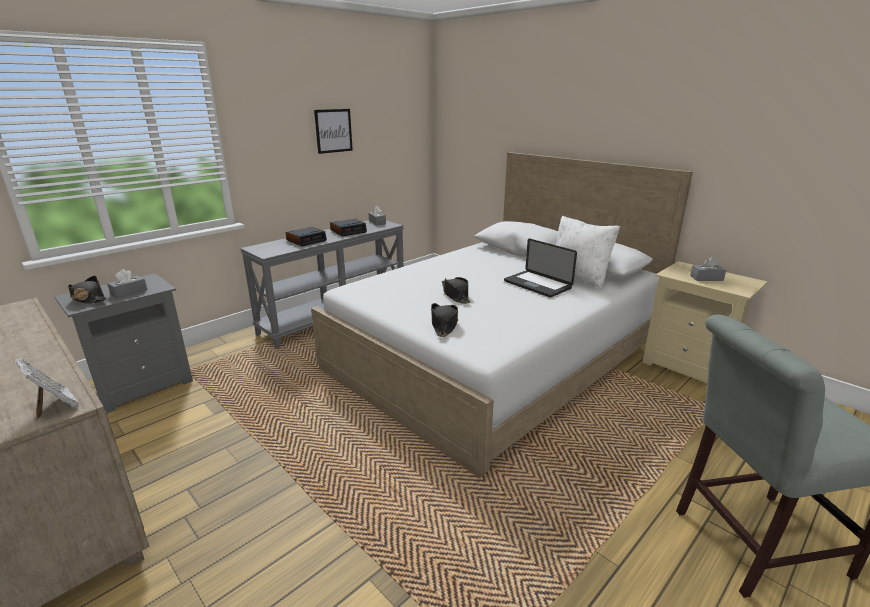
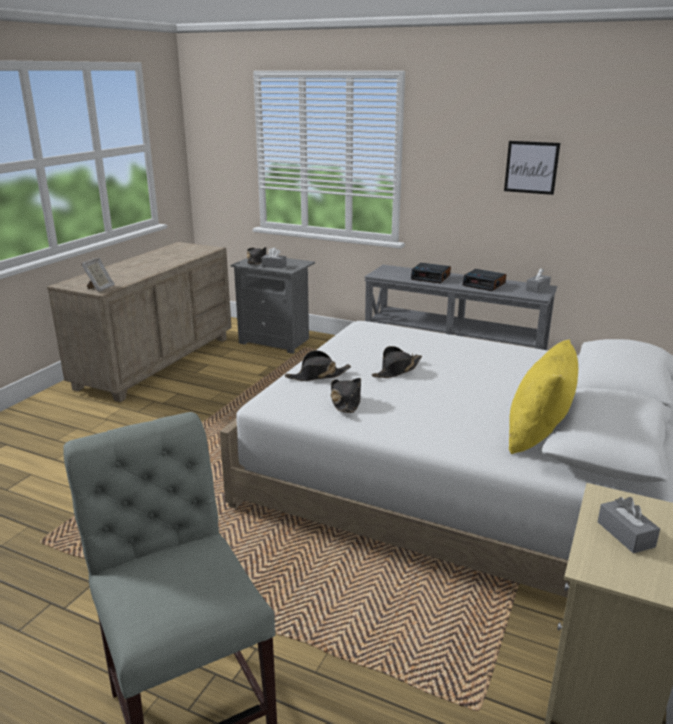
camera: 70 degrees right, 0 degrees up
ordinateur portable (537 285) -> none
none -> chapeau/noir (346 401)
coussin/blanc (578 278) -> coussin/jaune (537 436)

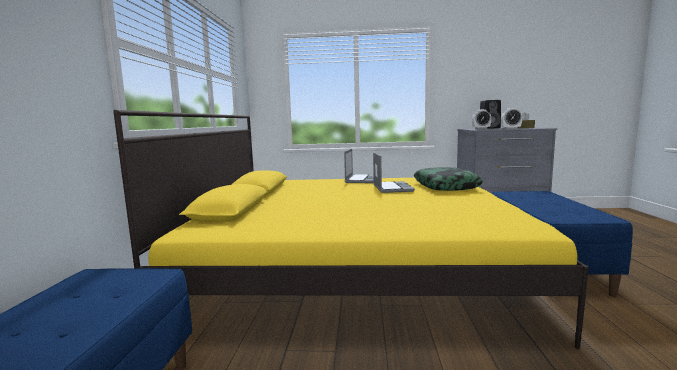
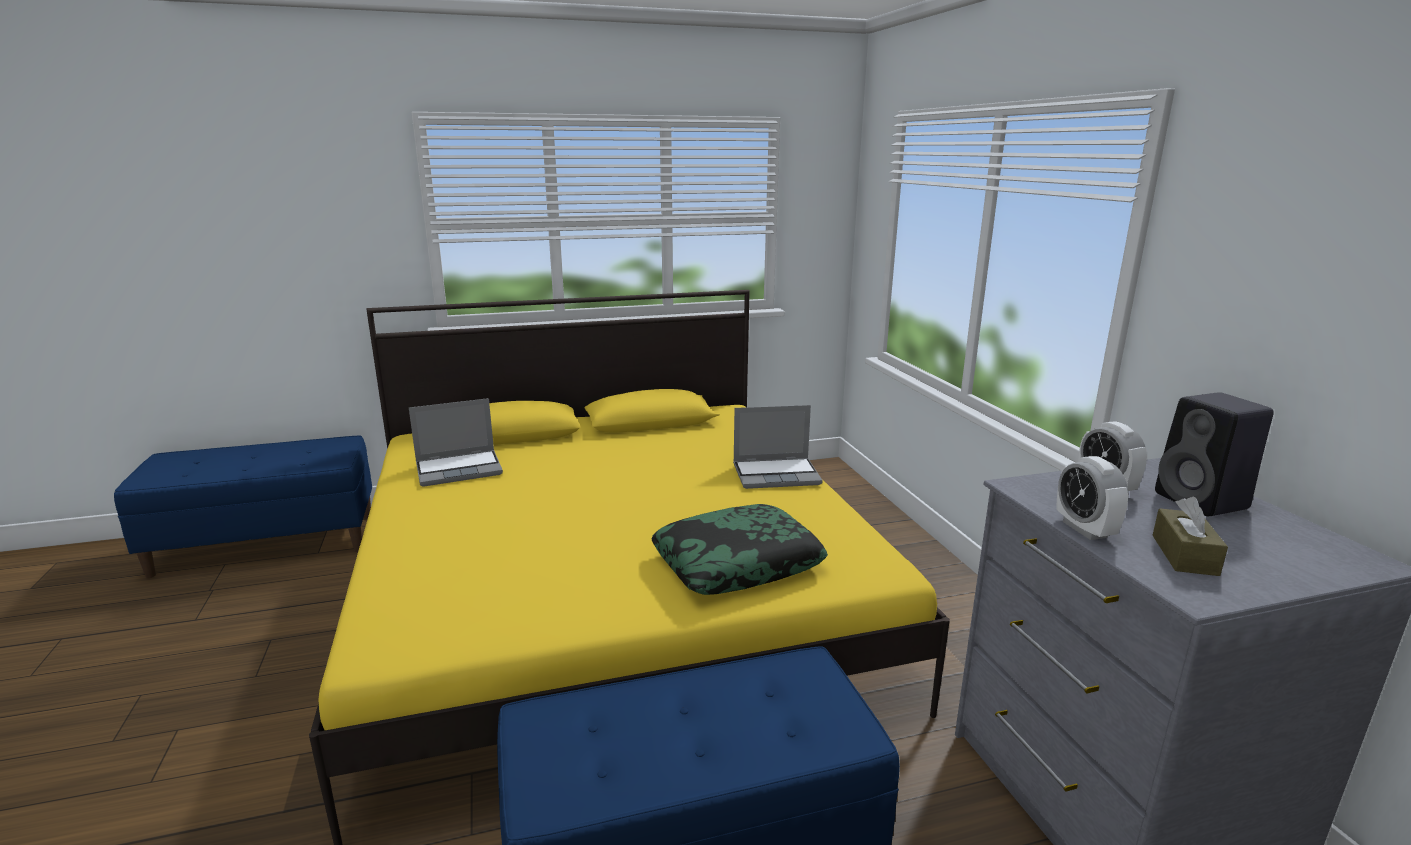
camera: 70 degrees right, 10 degrees up
ordinateur portable (391 188) -> ordinateur portable (460 469), relocated

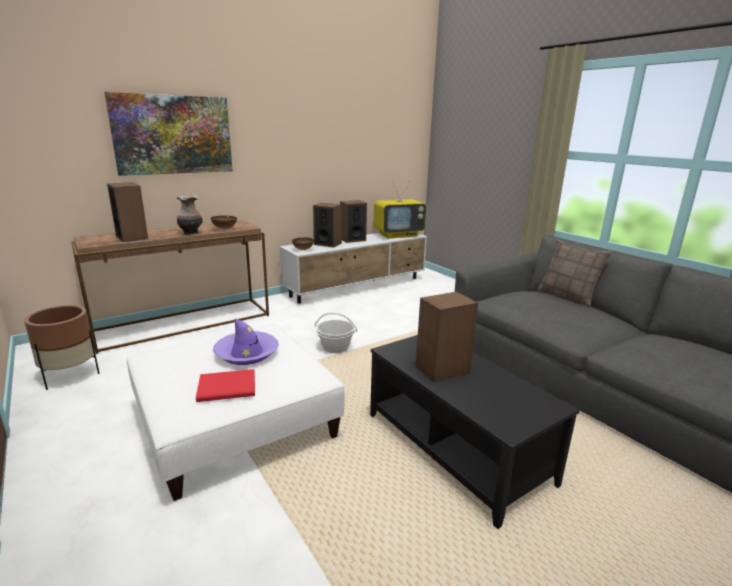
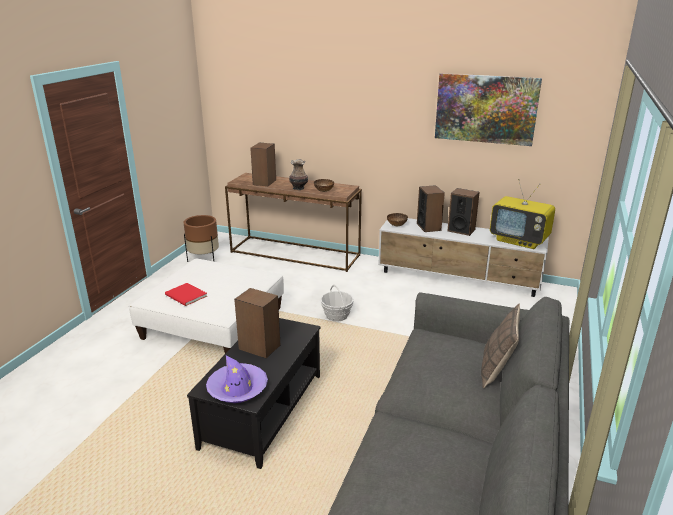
camera: 55 degrees right, 5 degrees up
tableau (173 135) -> tableau (486 109), relocated
chapeau/violet (246 353) -> chapeau/violet (237 388), relocated

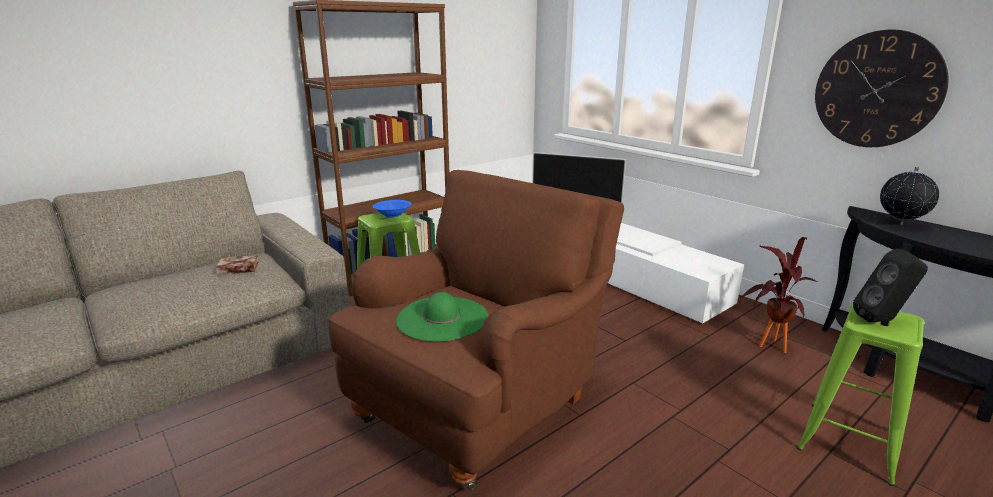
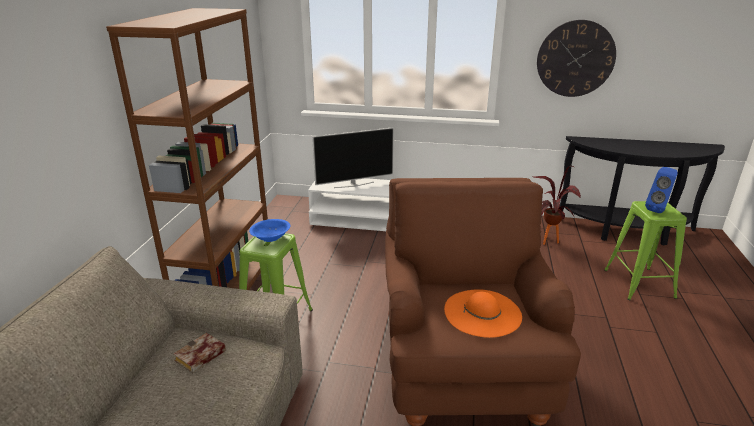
camera: 40 degrees left, 5 degrees up
globe (900 224) -> none
chapeau/vert (442 318) -> chapeau/orange (482 312)
enceinte/noir (882 320) -> enceinte/bleu (658 209)

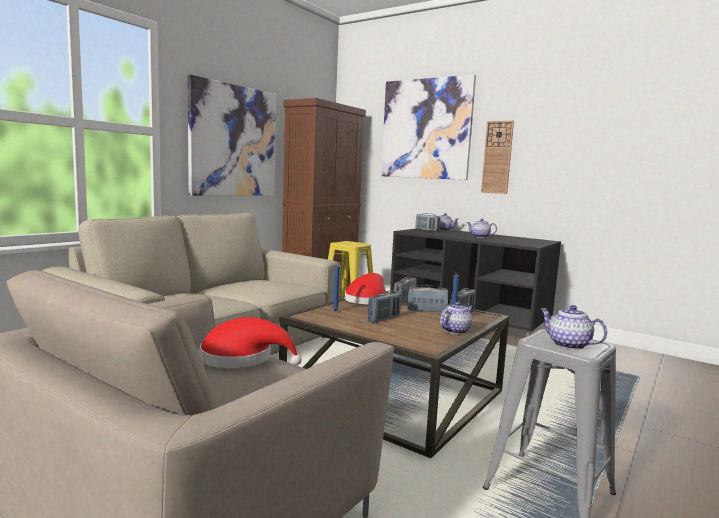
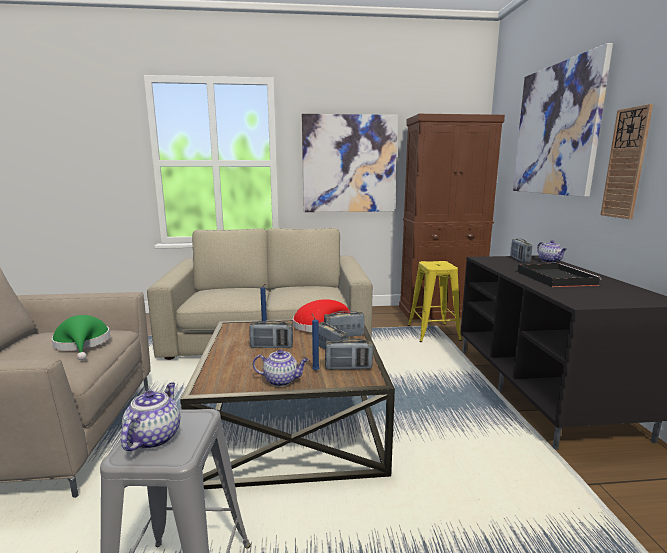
camera: 50 degrees right, 5 degrees up
théière (479 237) -> plateau/noir (554 278)
chapeau/rouge (242 358) -> chapeau/vert (83 344)

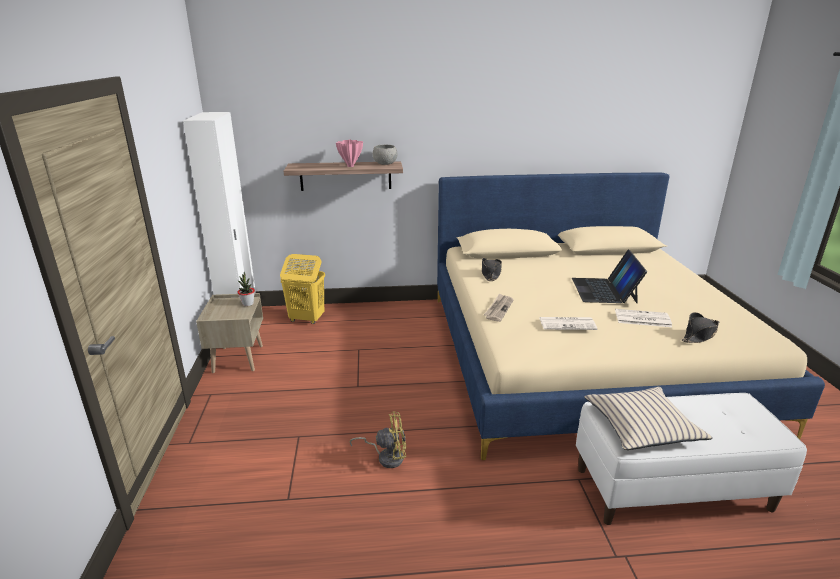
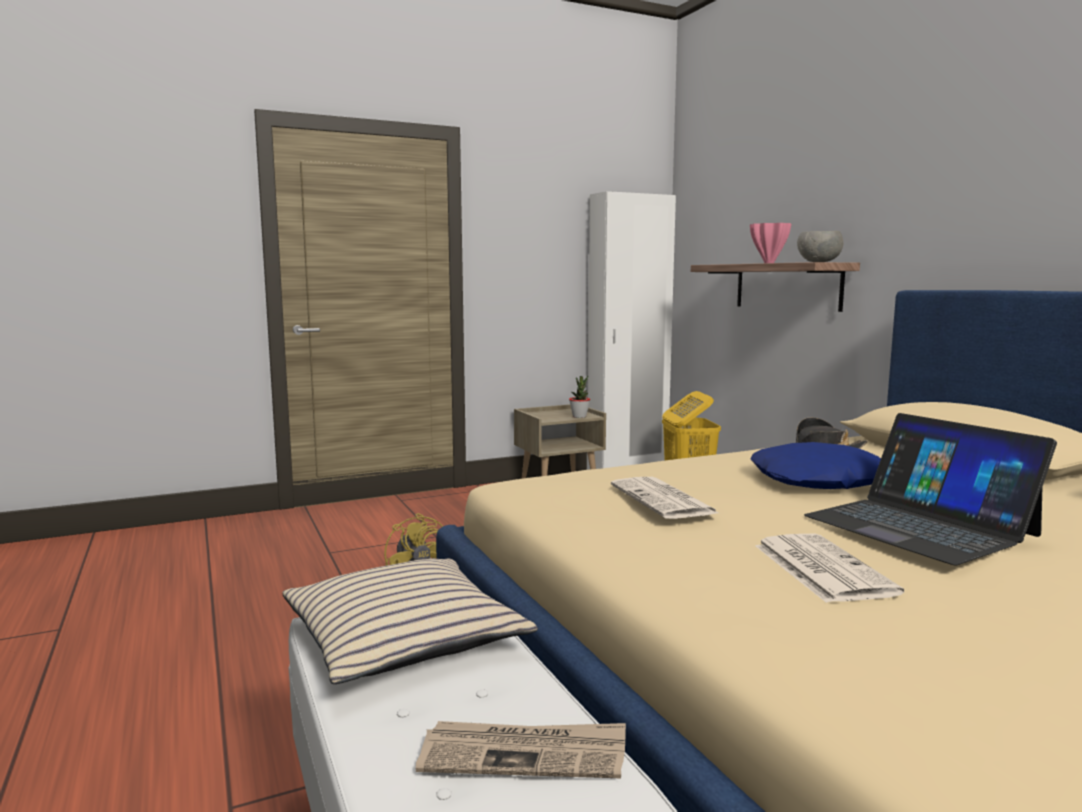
camera: 70 degrees right, 15 degrees down
chapeau/noir (699 335) -> none
none -> coussin/bleu (819 481)
journal (498 309) -> journal (524 754), relocated
ordinateur portable (604 290) -> ordinateur portable (919 525), 105 degrees counterclockwise

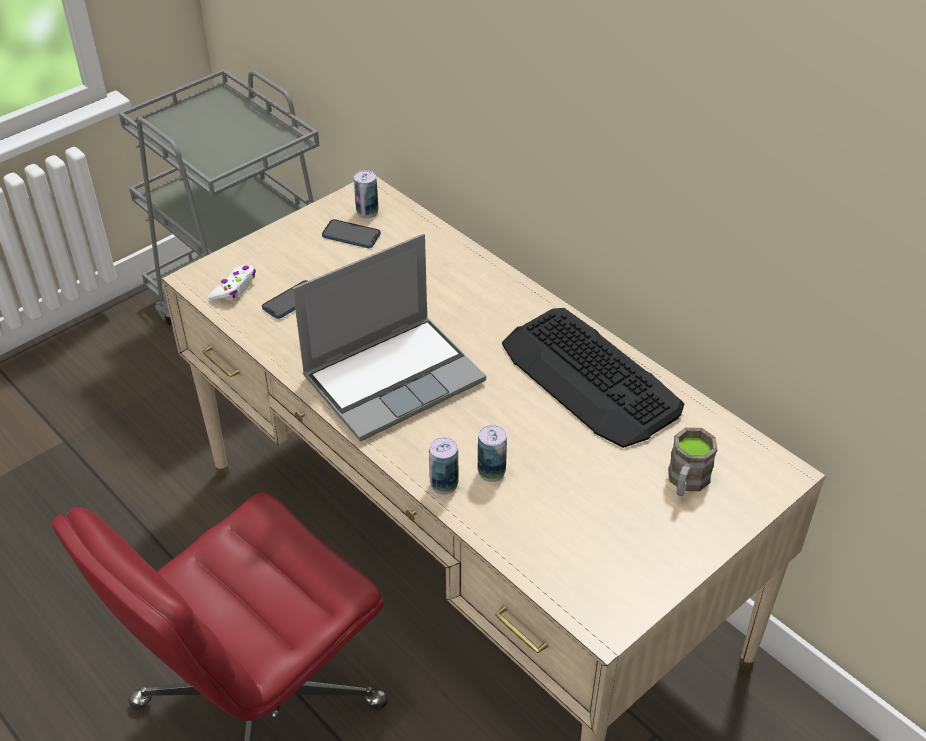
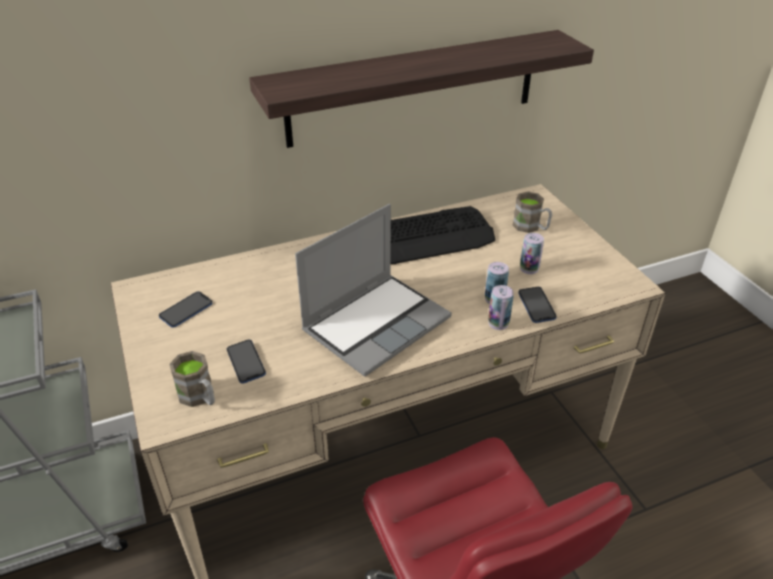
camera: 70 degrees left, 5 degrees down
none -> étagère (413 88)
none -> téléphone (536 305)
boîte métallique (367 212) -> boîte métallique (529 268), relocated
manette/blanc (234 288) -> mug/marron (200 397)
ordinateur portable (394 377) -> ordinateur portable (376 323), 60 degrees clockwise

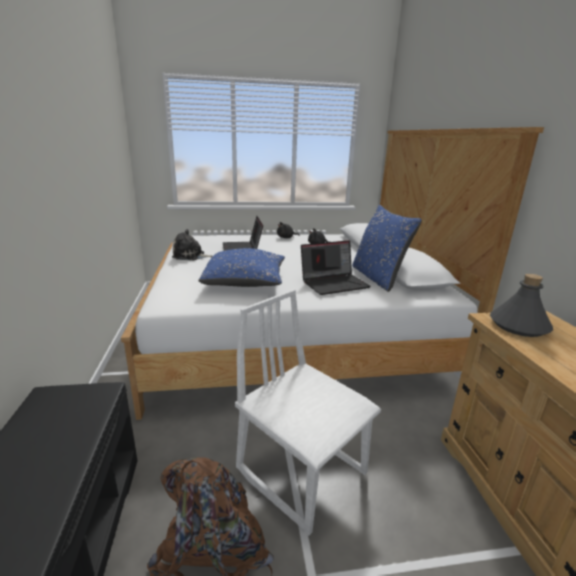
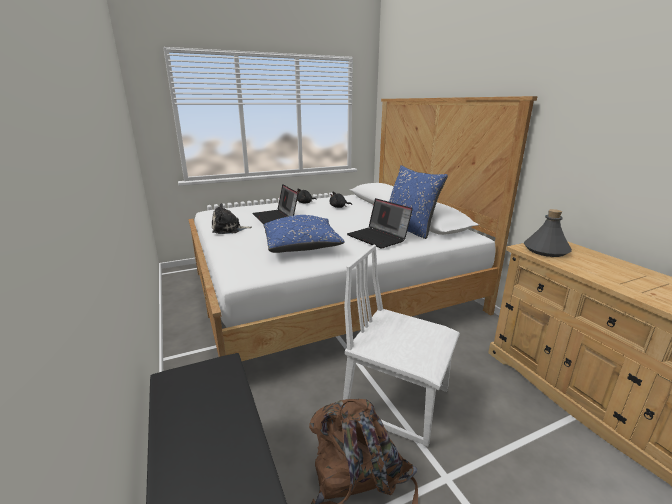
camera: 15 degrees left, 0 degrees up
ordinateur portable (334 283) -> ordinateur portable (378 237), 90 degrees clockwise

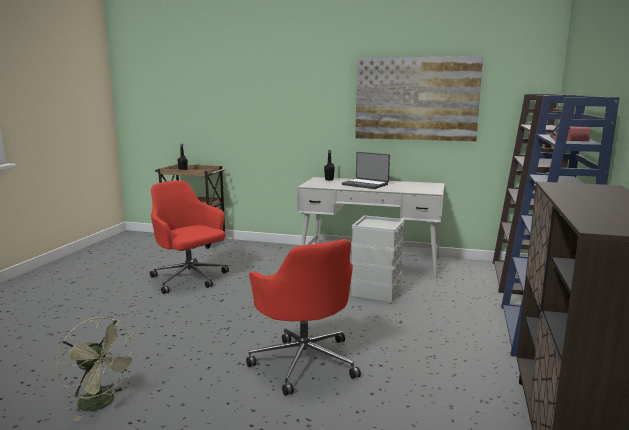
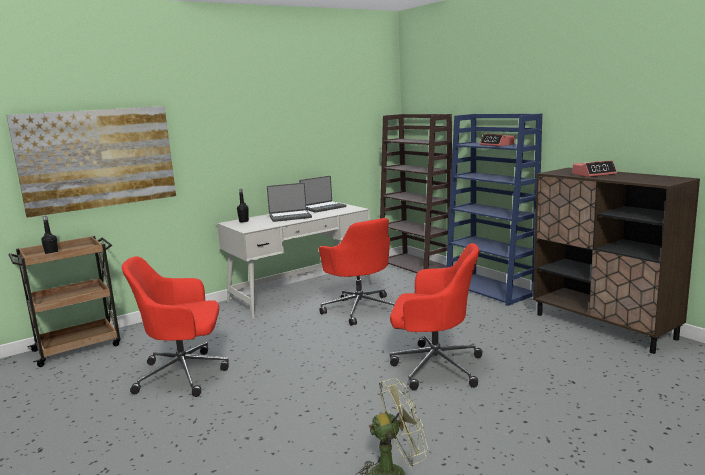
camera: 50 degrees left, 0 degrees up
none -> ordinateur portable (323 207)
none -> réveil (594 174)
tableau (416 99) -> tableau (98 158), relocated
boîte de rangement/gris (375 291) -> chaise de bureau/rouge (360 309)

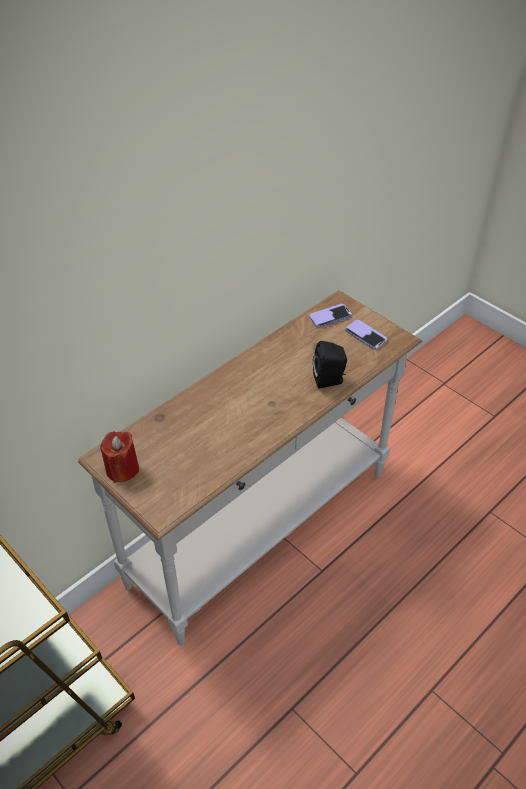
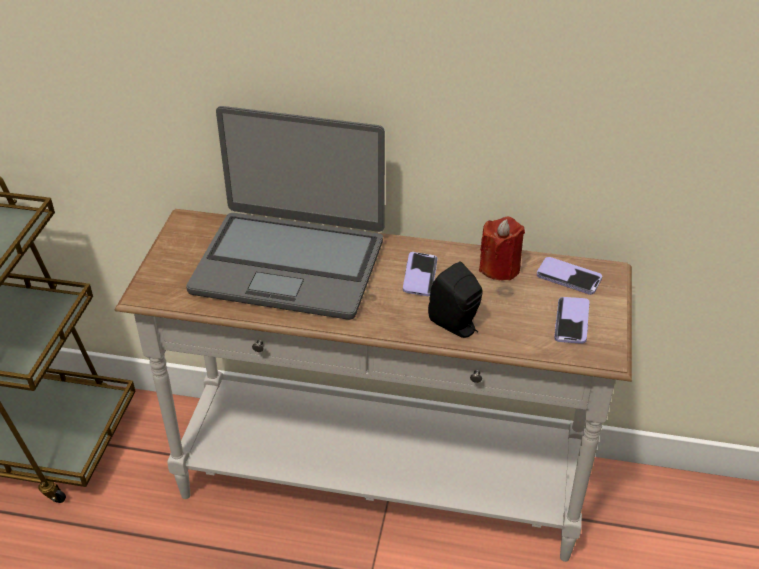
camera: 55 degrees right, 5 degrees down
none -> ordinateur portable (289 264)
none -> téléphone (420 275)
bougie/rouge (122 469) -> bougie/rouge (499 268), relocated

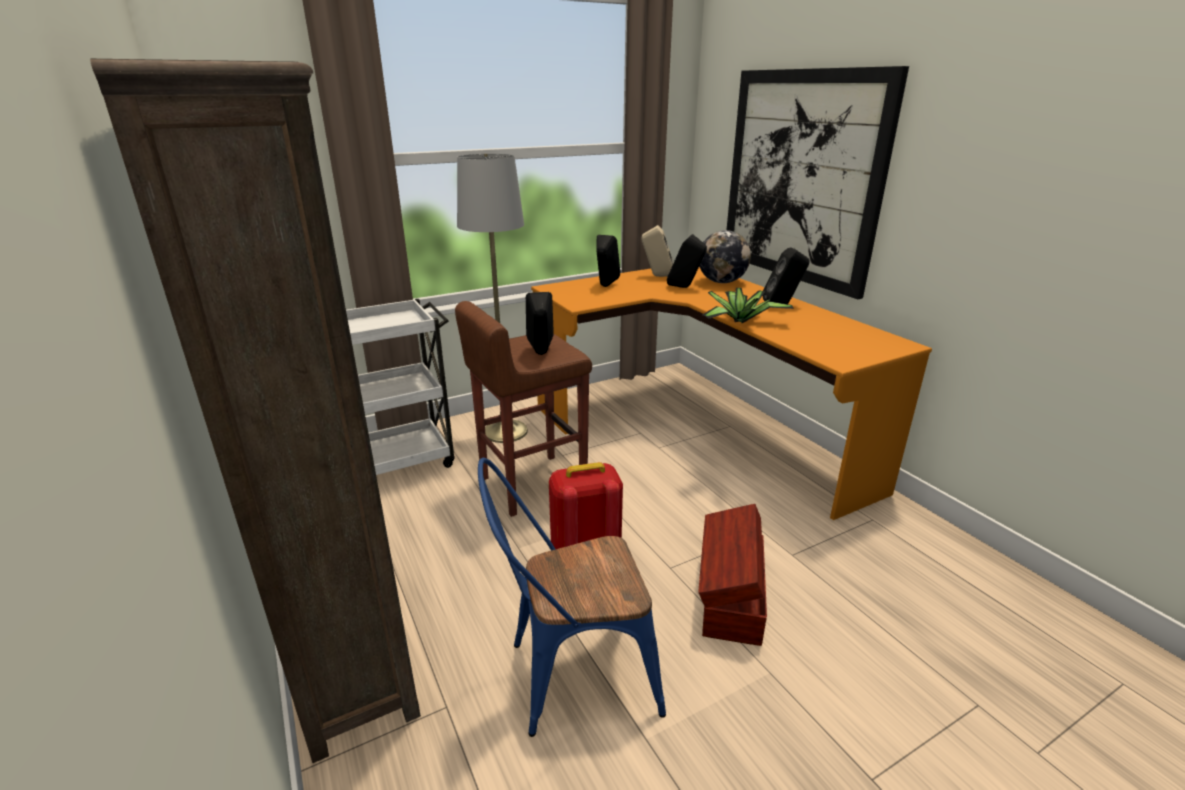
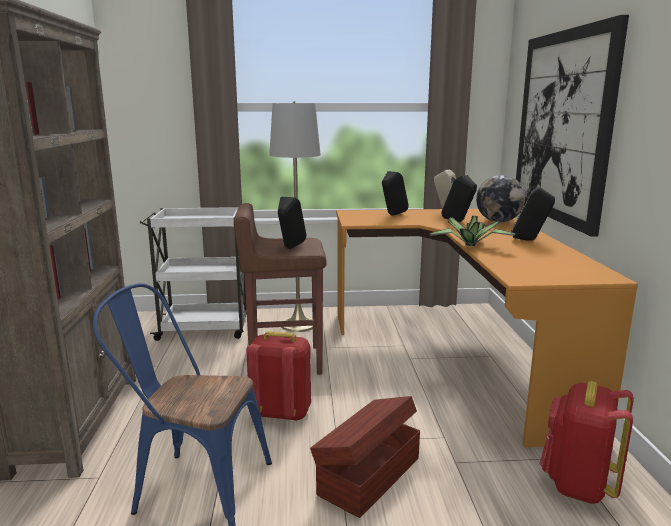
camera: 25 degrees right, 10 degrees down
none -> sac à dos/rouge (578 485)

